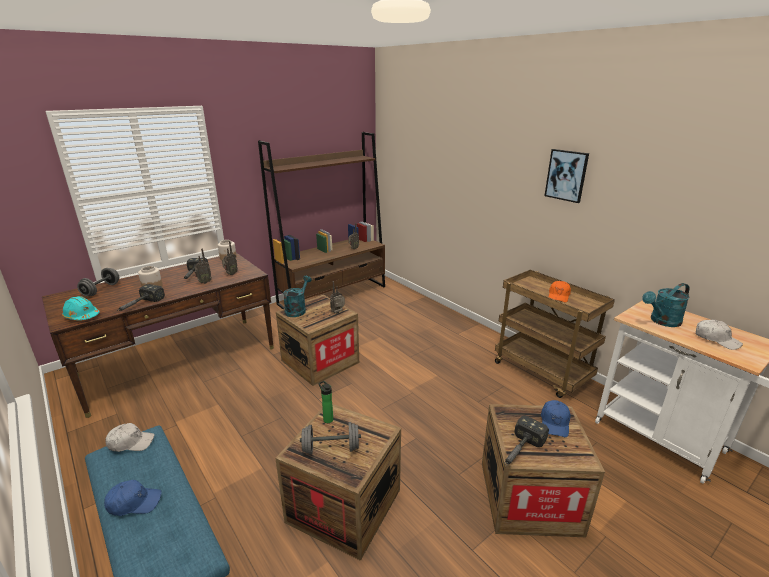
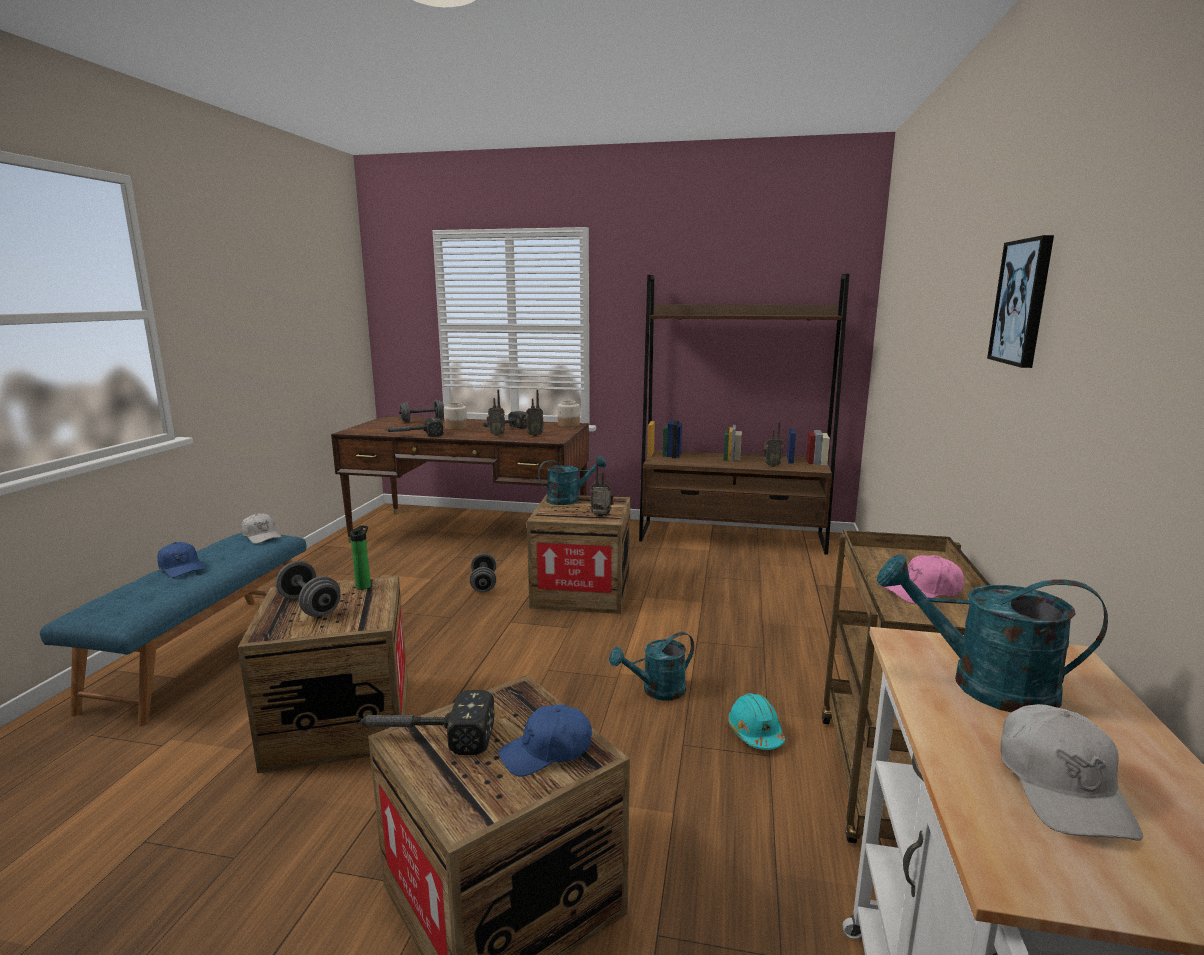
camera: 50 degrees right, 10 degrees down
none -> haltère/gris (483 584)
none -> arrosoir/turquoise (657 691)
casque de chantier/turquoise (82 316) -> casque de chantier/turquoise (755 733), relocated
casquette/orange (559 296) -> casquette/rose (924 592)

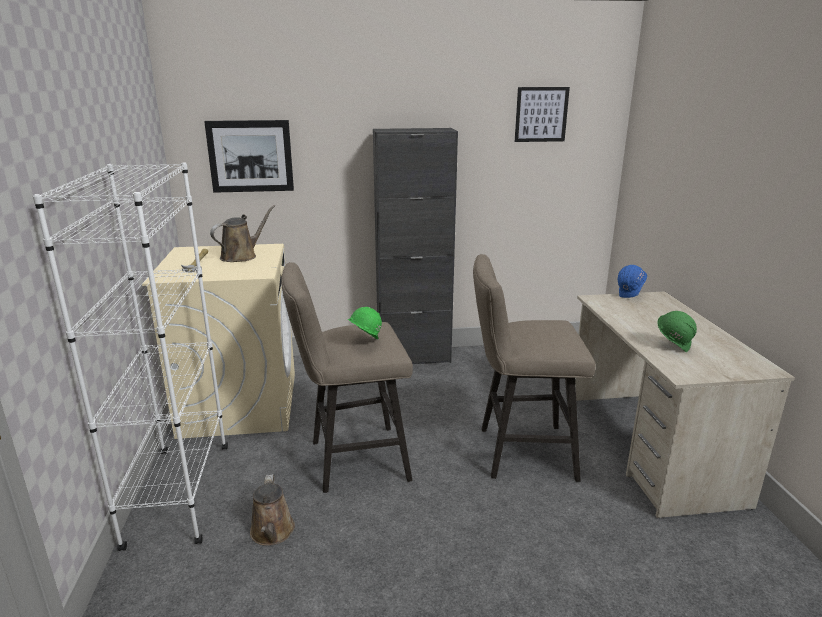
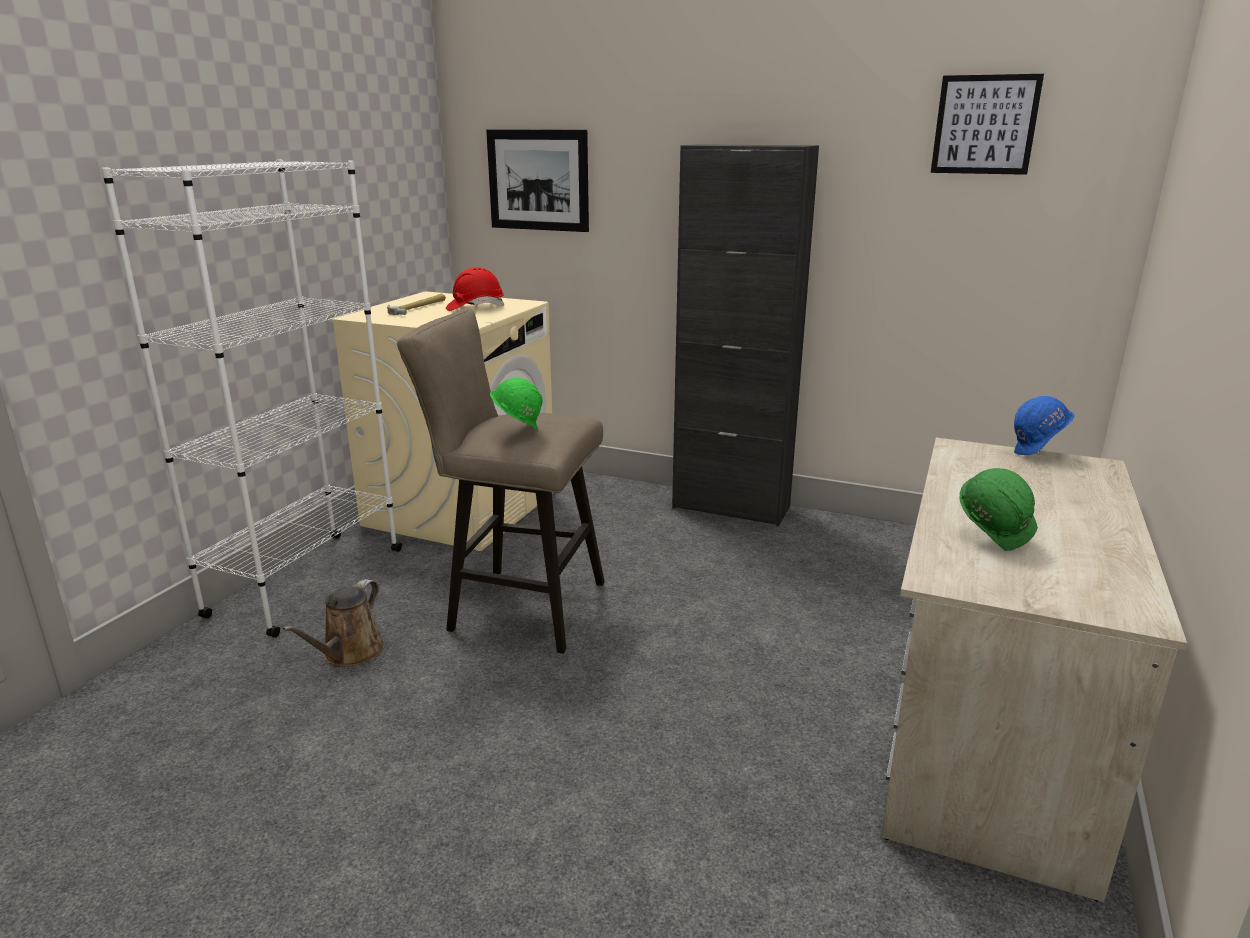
camera: 30 degrees right, 0 degrees up
tabouret/beige (518 452) -> none
arrosoir/marron (241 256) -> casque de chantier/rouge (475 307)

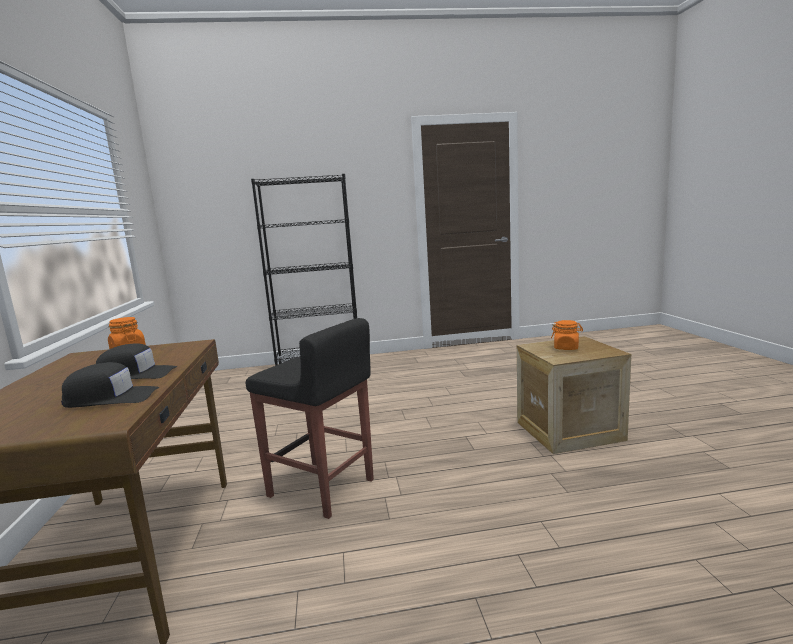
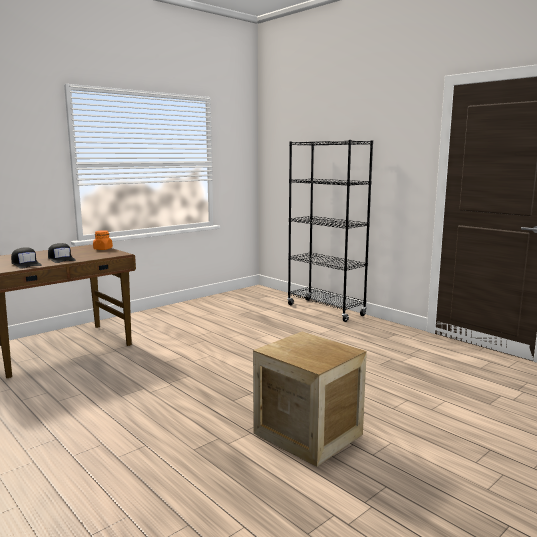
camera: 55 degrees right, 0 degrees up
tabouret/noir (322 488) -> none
bocal/orange (566 348) -> none

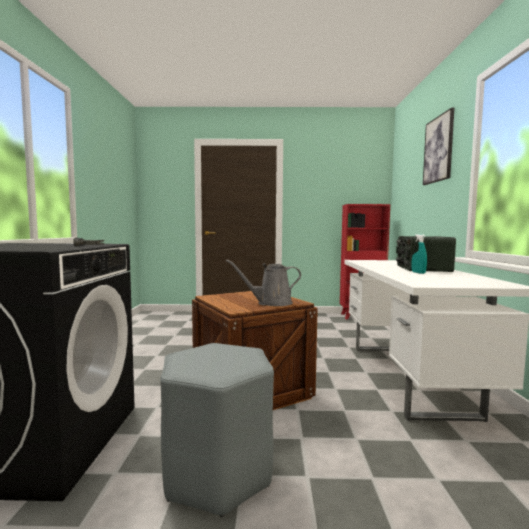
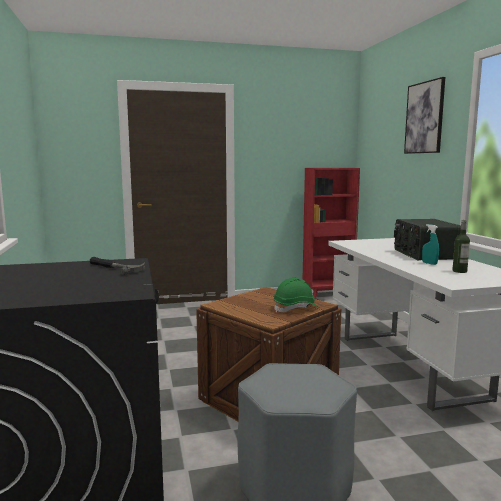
camera: 15 degrees left, 5 degrees up
none -> bouteille (459 271)
arrosoir/gris (271 303) -> casque de chantier/vert (296 308)

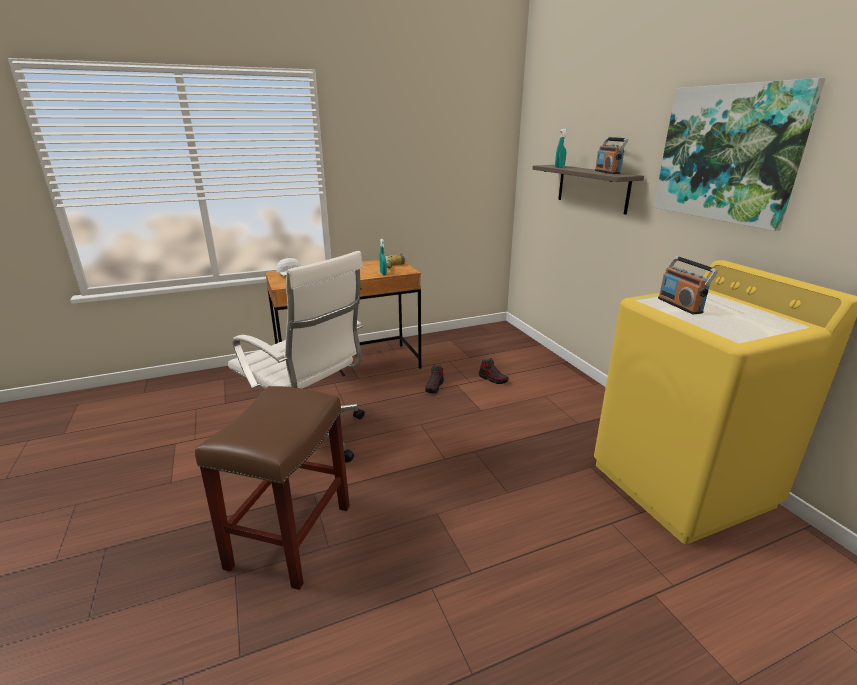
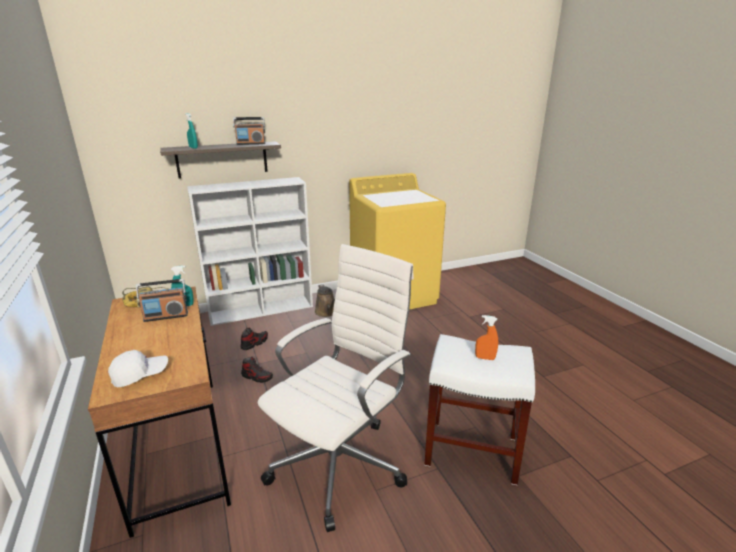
camera: 90 degrees left, 0 degrees up
tableau (727 154) -> none
none -> bibliothèque/blanc (262 309)
none -> arrosoir/marron (326 312)
none -> vaporisateur/orange (485 358)
radio (680 305) -> radio (166 316), relocated
tabouret/marron (291 537) -> tabouret/blanc (473 450)

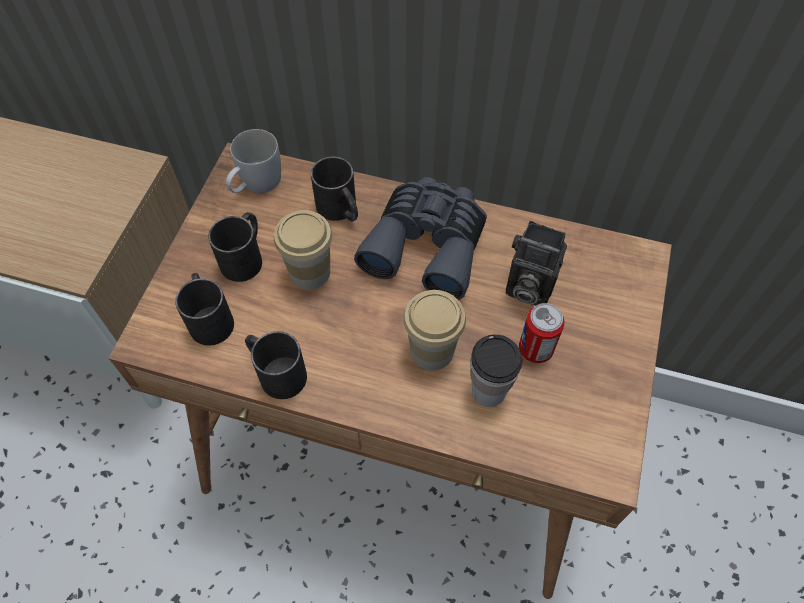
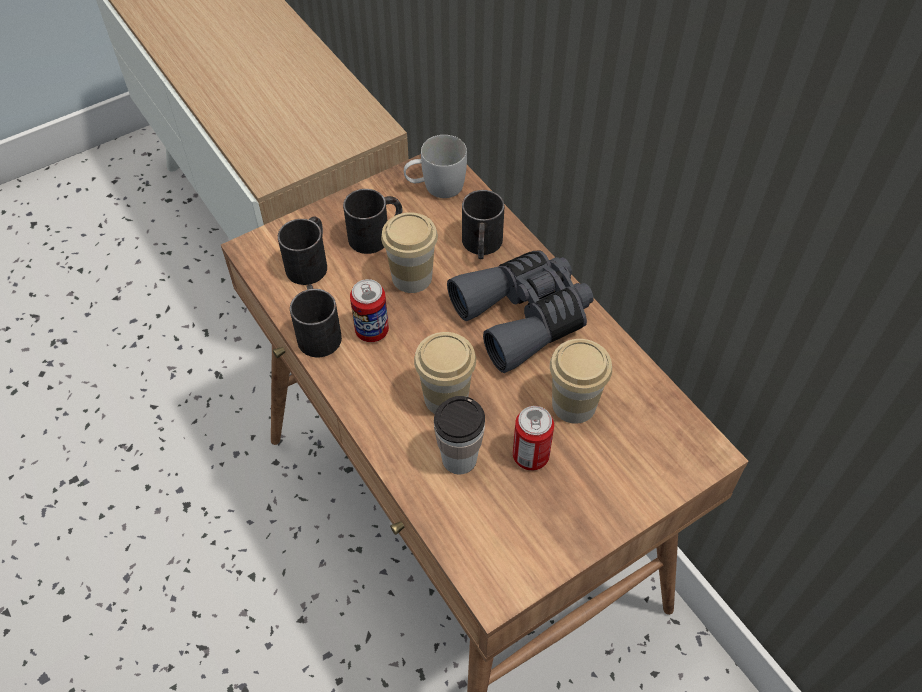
camera: 40 degrees right, 5 degrees down
none -> boîte métallique (372 331)
appareil photo (526 287) -> tasse (574 404)

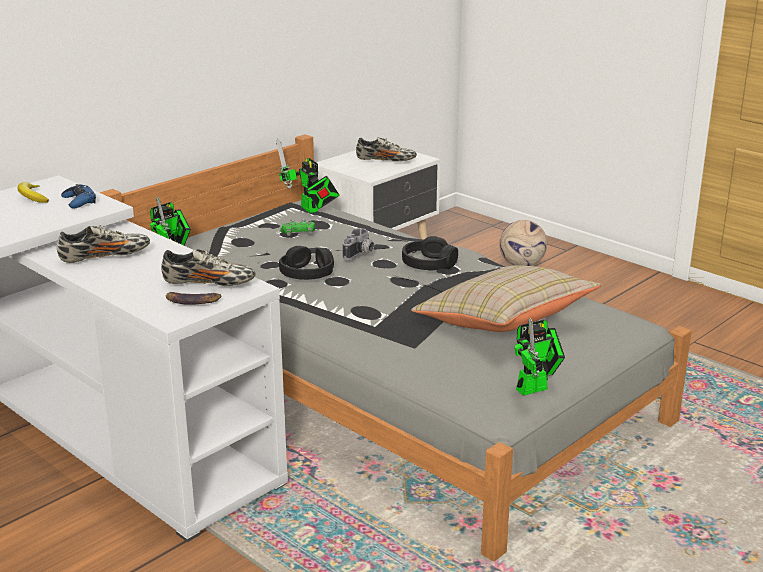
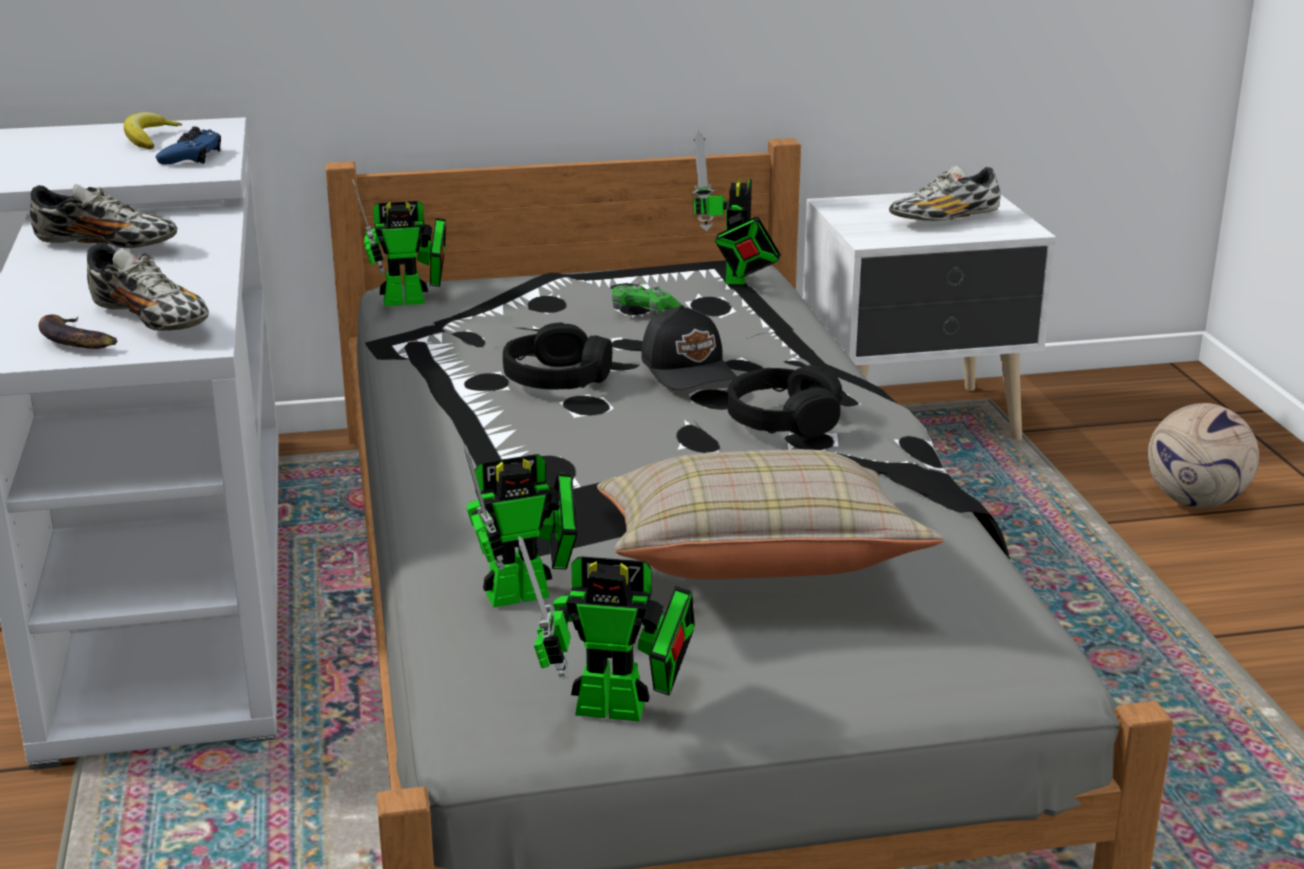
camera: 35 degrees right, 0 degrees up
none -> robot jouet (528 593)
appareil photo (360 254) -> casquette/noir (690 370)
chaussure (386 161) -> chaussure (944 220), 105 degrees clockwise

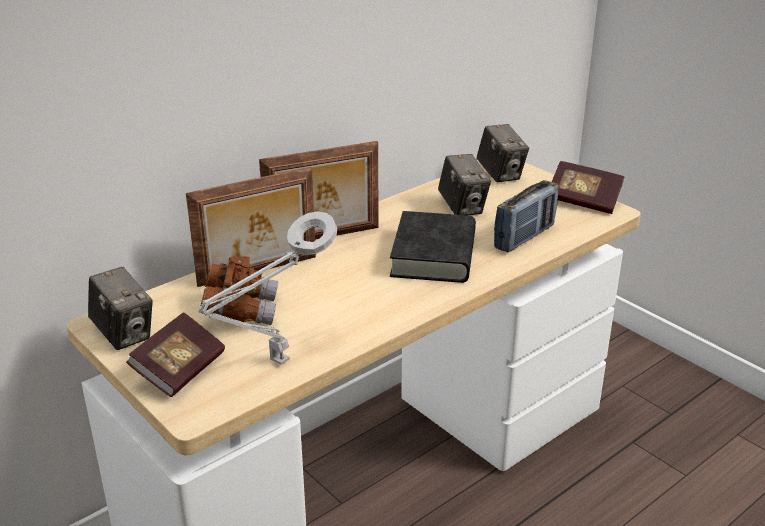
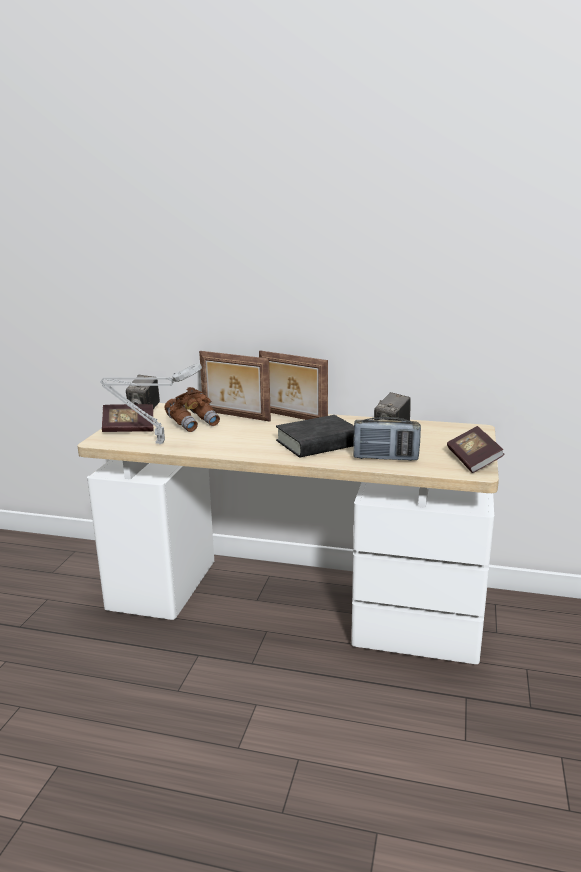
camera: 55 degrees right, 10 degrees down
appareil photo (500 174) -> none

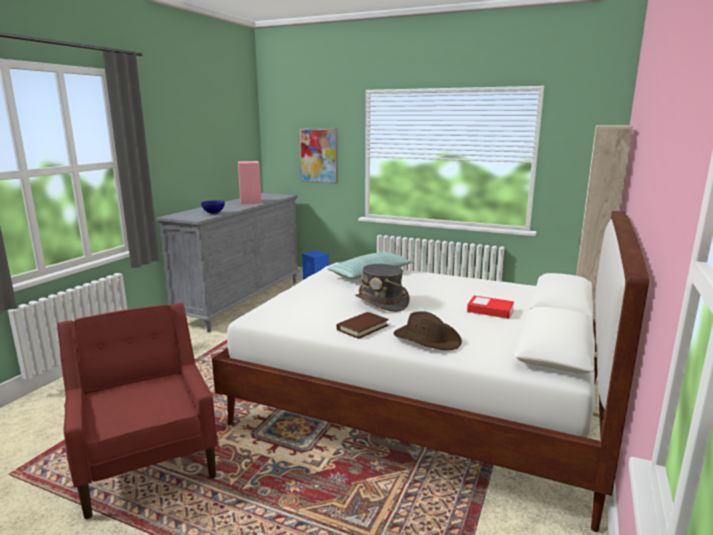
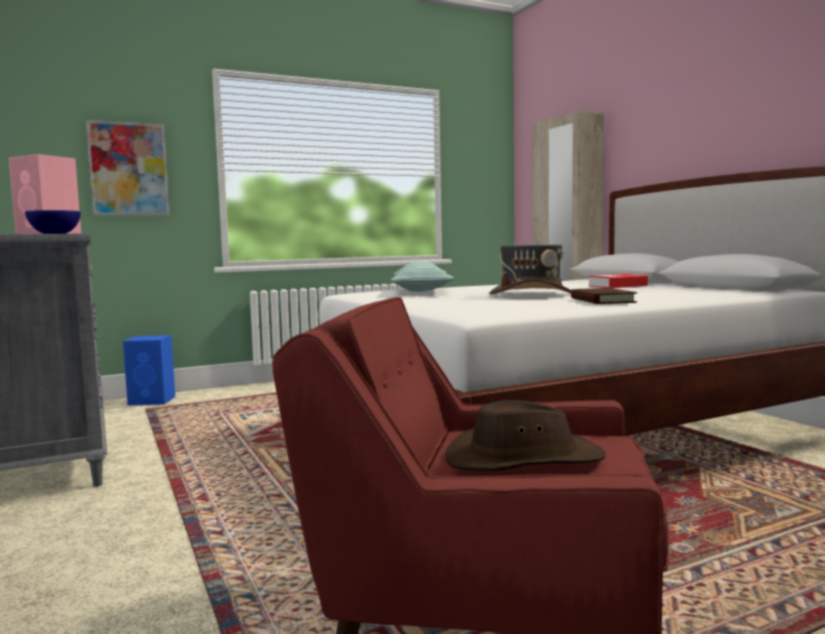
camera: 50 degrees left, 10 degrees down
chapeau/marron (427 339) -> chapeau/marron (523 459), relocated

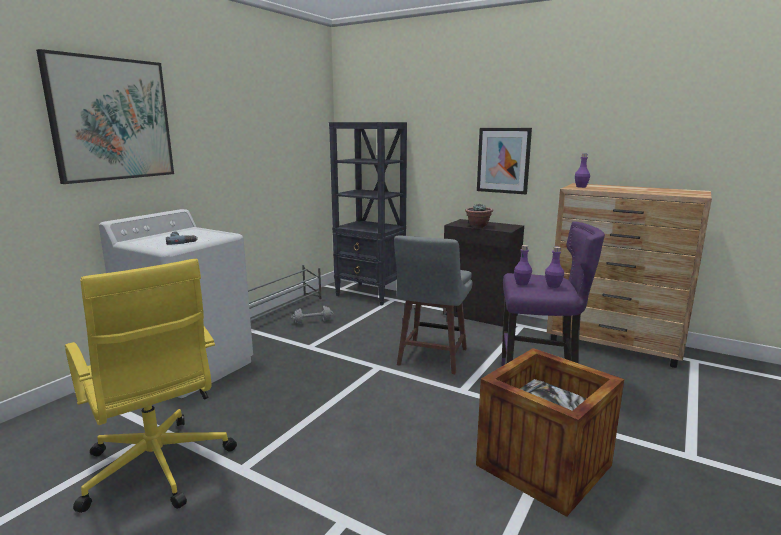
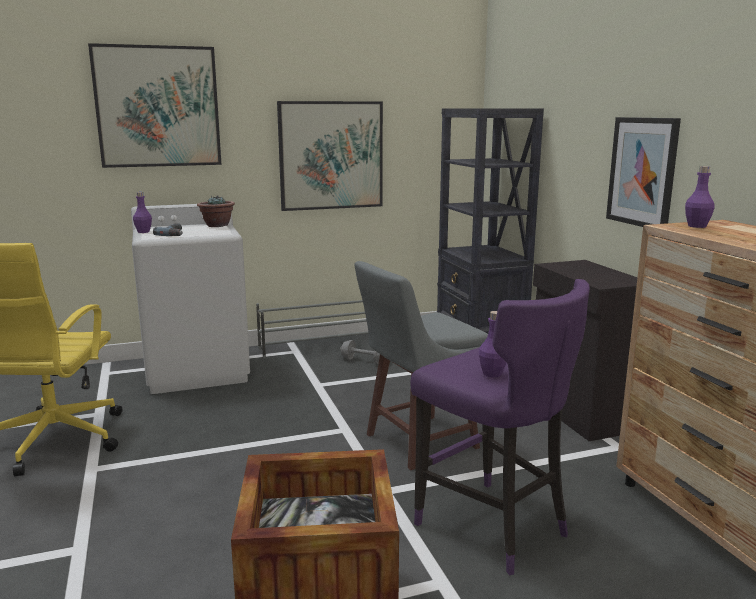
camera: 40 degrees right, 0 degrees up
none -> tableau (331 155)
plante en pot (478 226) -> plante en pot (217 225), relocated
bouteille/violet (522 283) -> bouteille/violet (143 232), relocated

